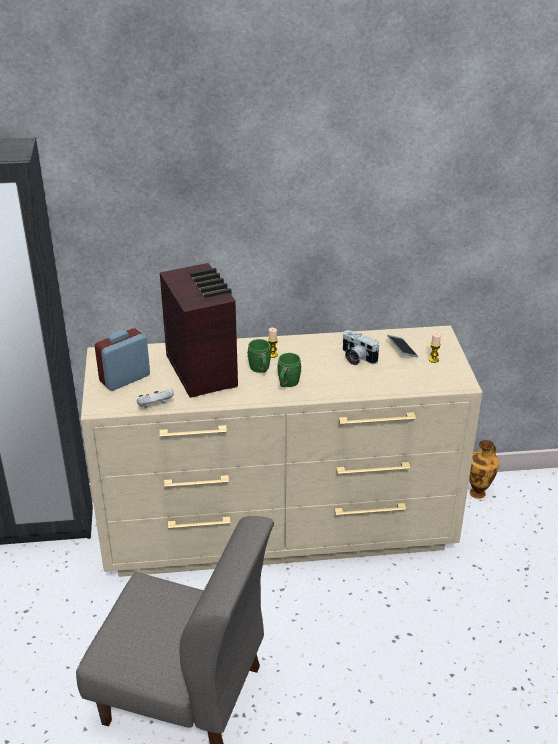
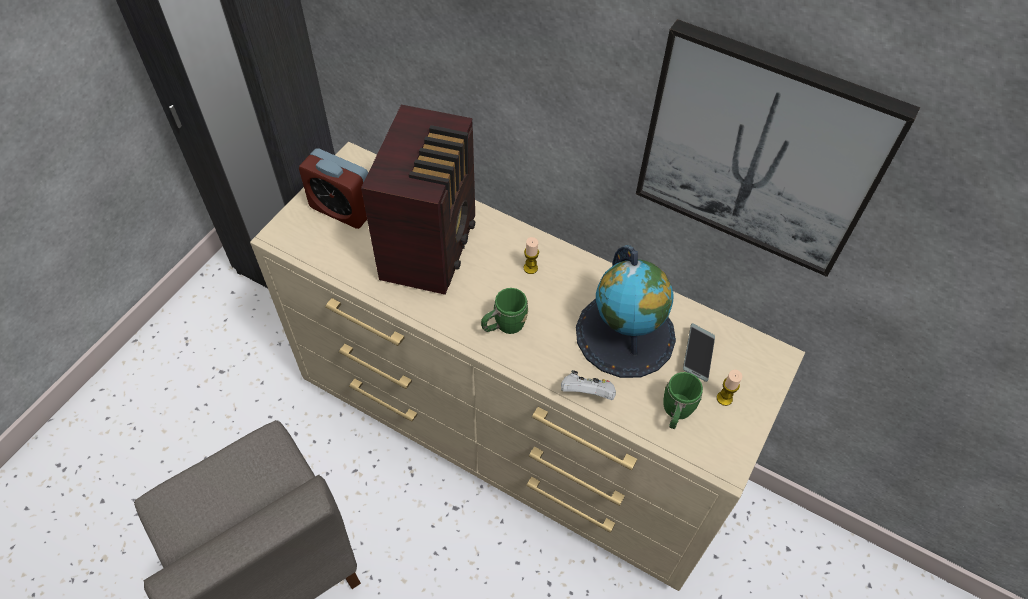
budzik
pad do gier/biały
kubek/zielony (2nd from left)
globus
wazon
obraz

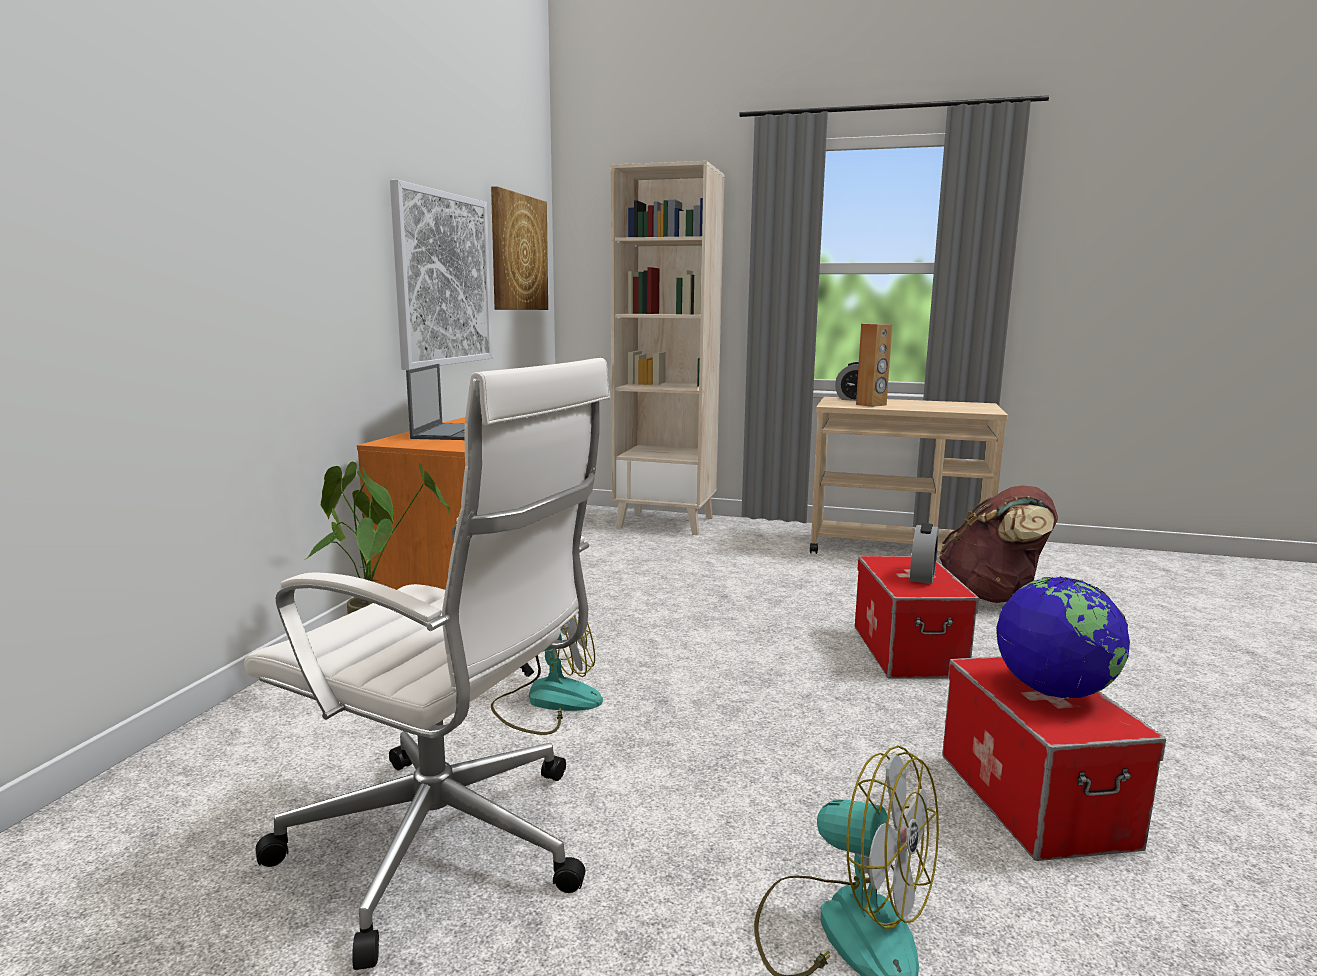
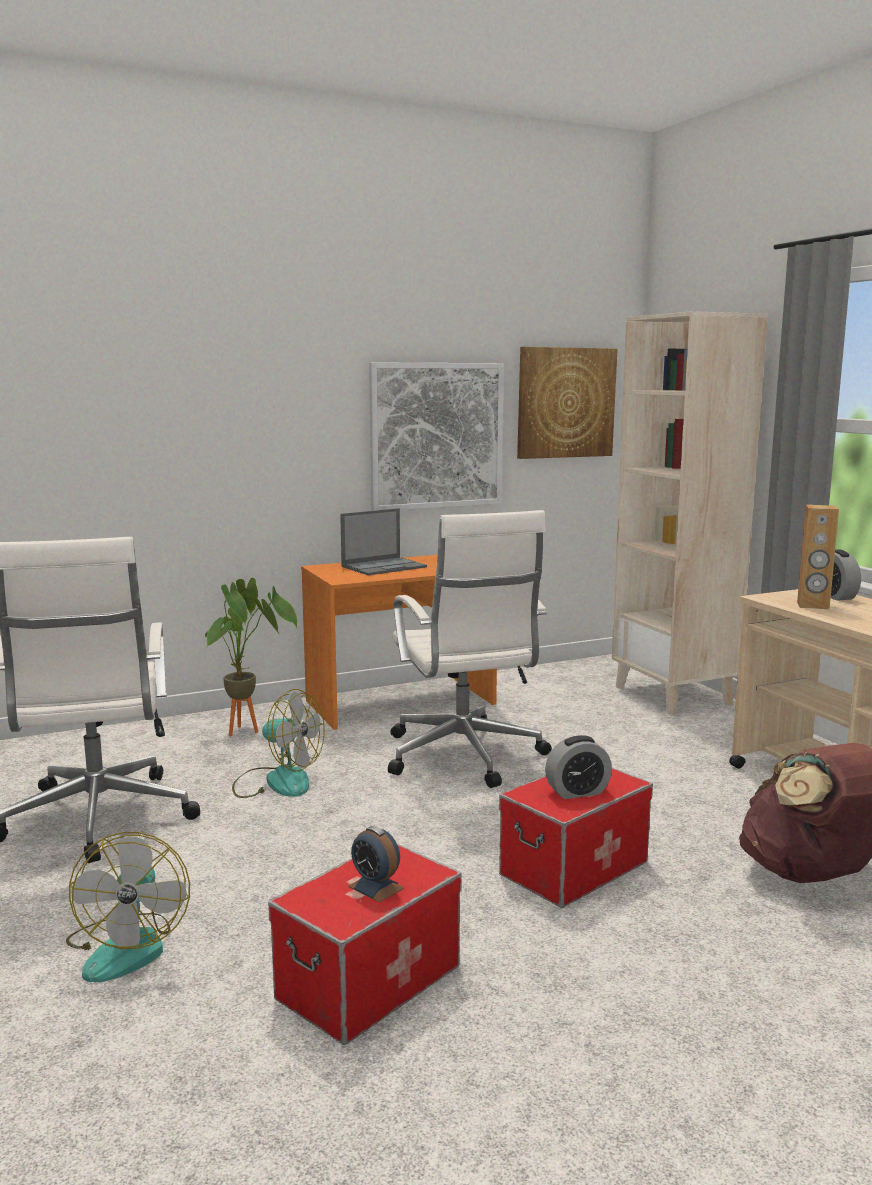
budzik (1st from left)
krzesło biurowe/biały (2nd from left)

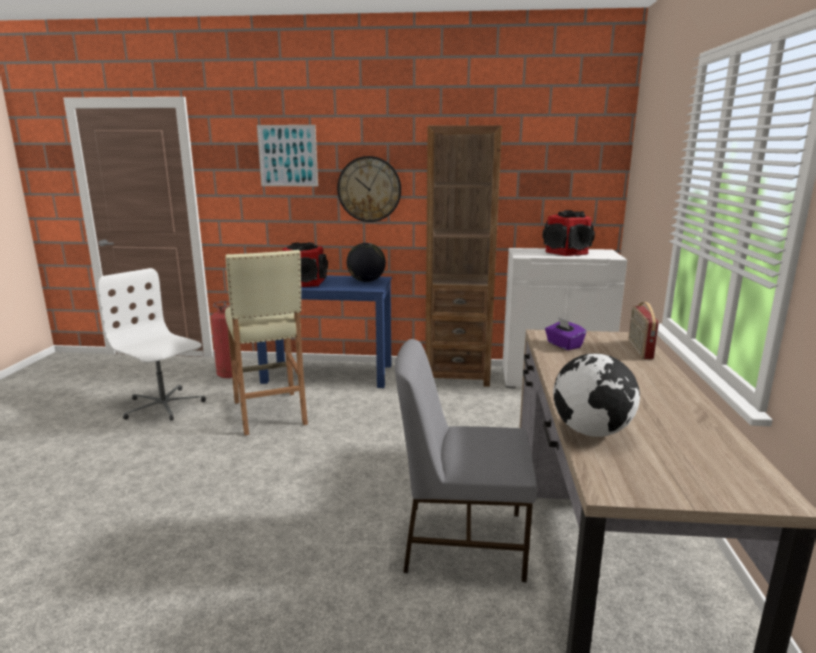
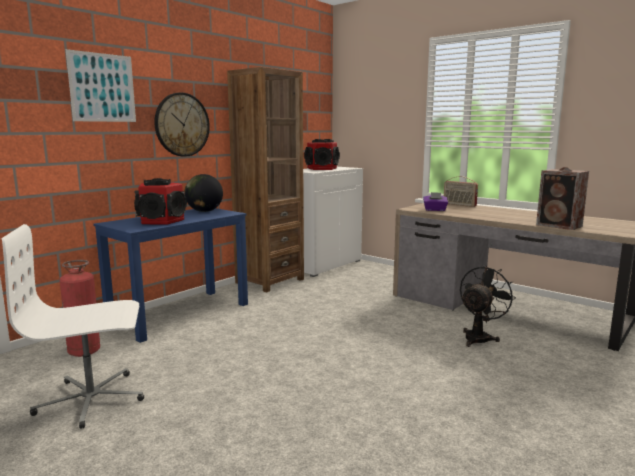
stołek/beżowy
wentylator/czarny
głośnik (3rd from left)

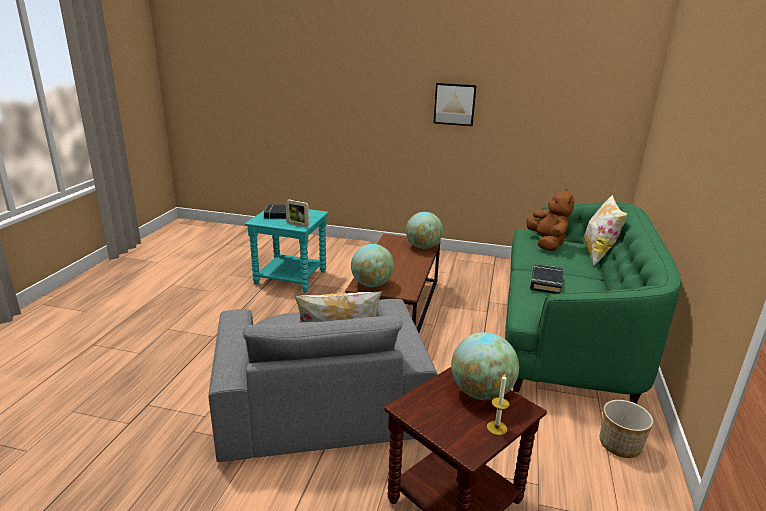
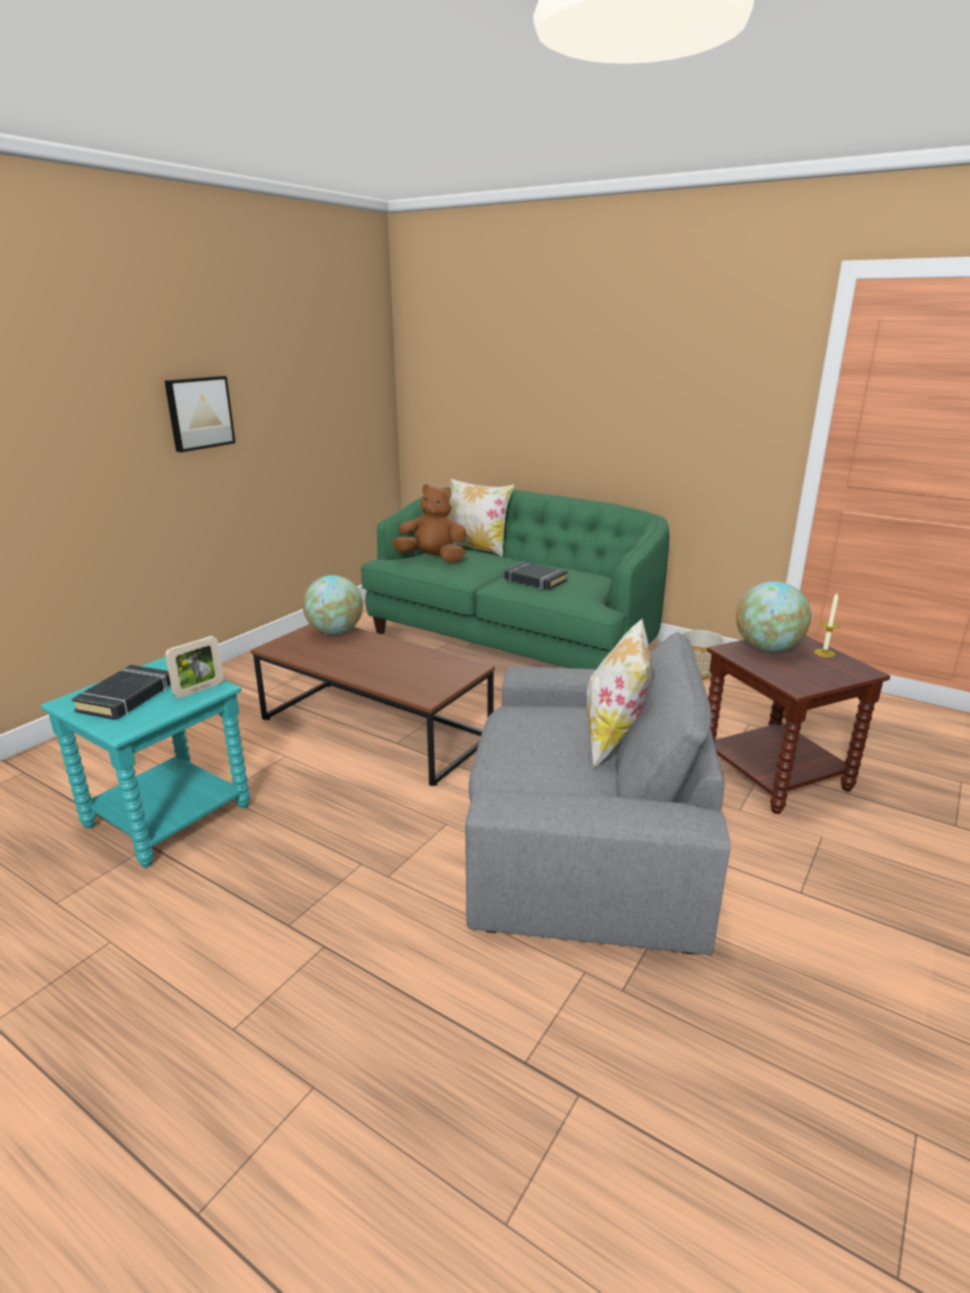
globus (1st from left in the first image)

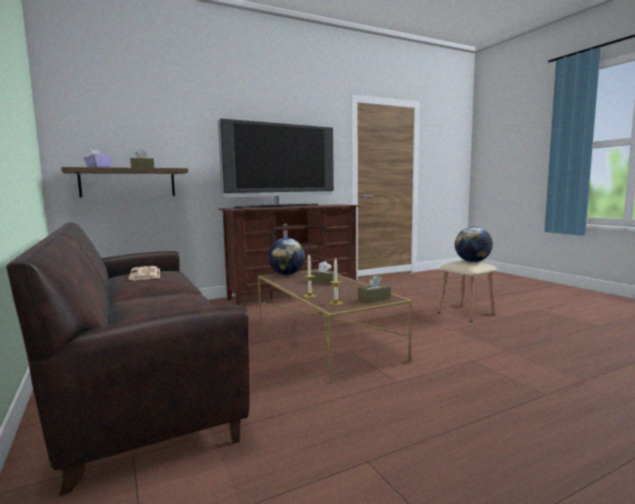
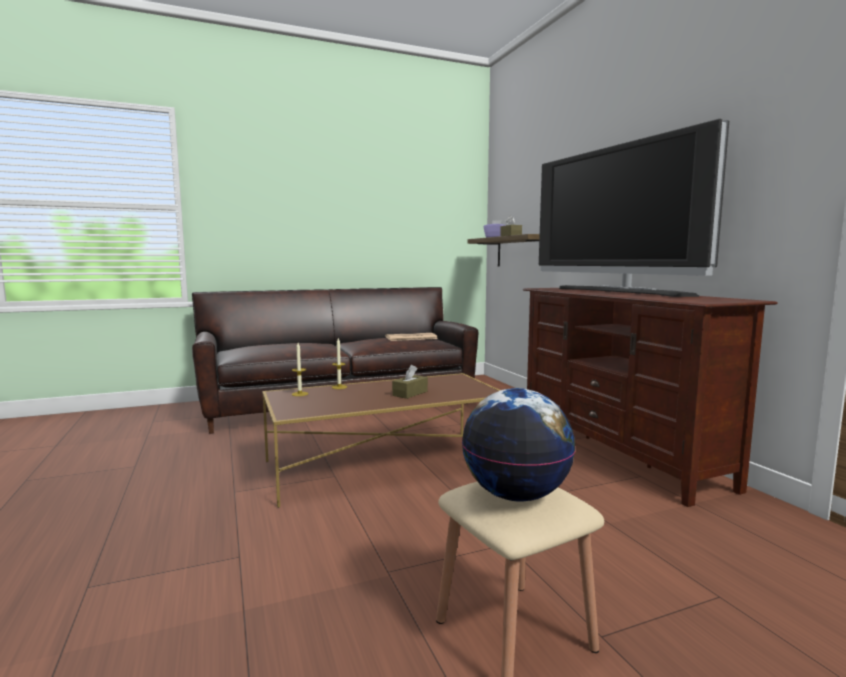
globus (1st from left in the first image)
pudełko chusteczek/brązowy (3rd from left in the first image)

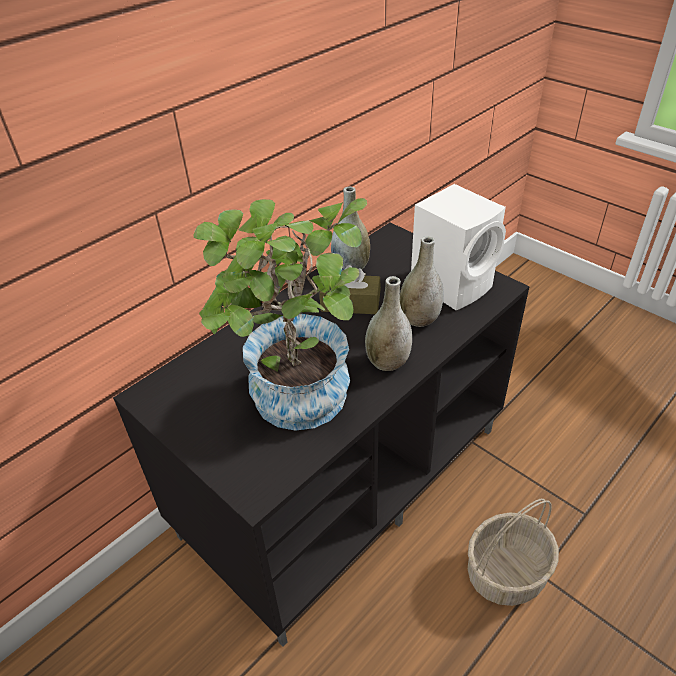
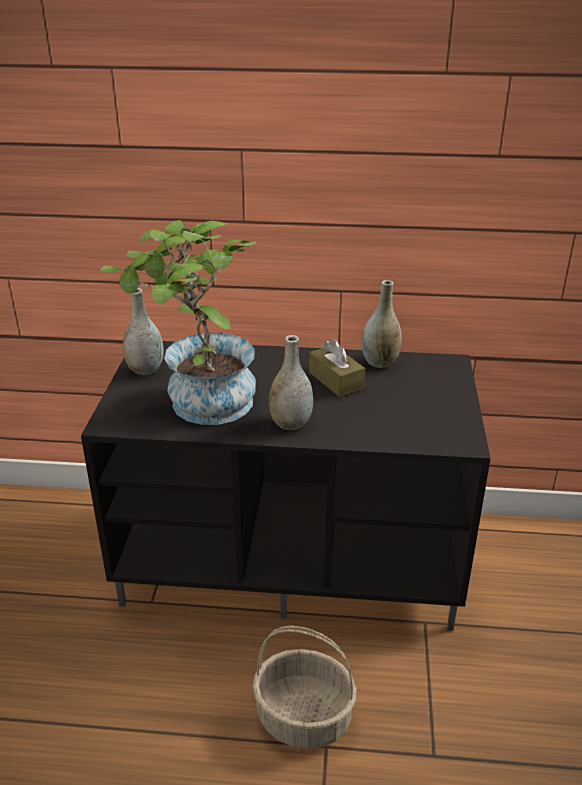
wazon/szary (1st from left)
głośnik/biały

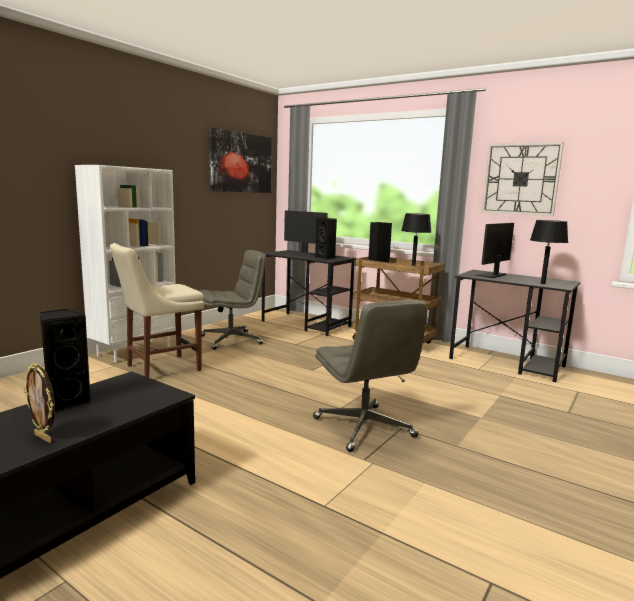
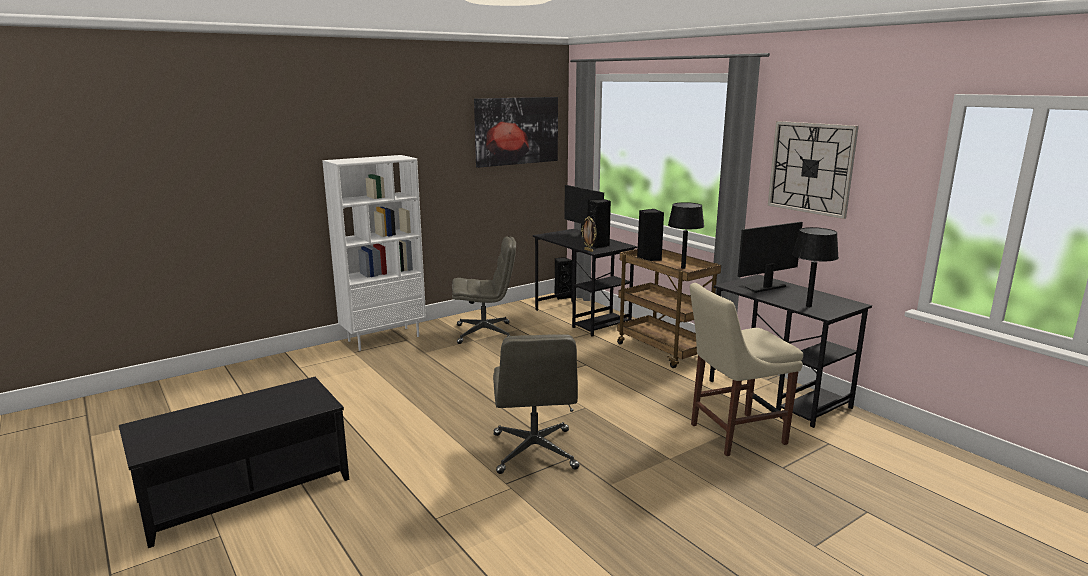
ramka na zdjęcie
głośnik/czarny (1st from left)
krzesło/beżowy

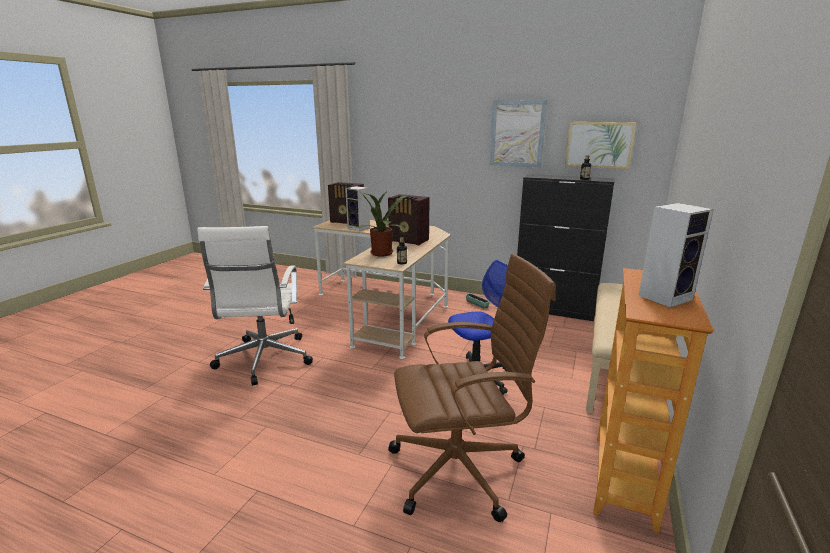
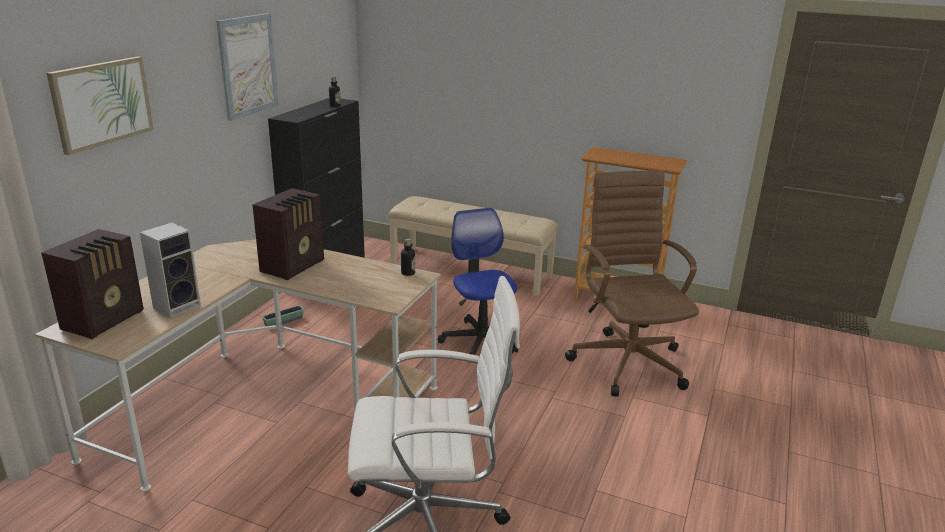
roślina doniczkowa
obraz (1st from left)
głośnik (2nd from left in the first image)

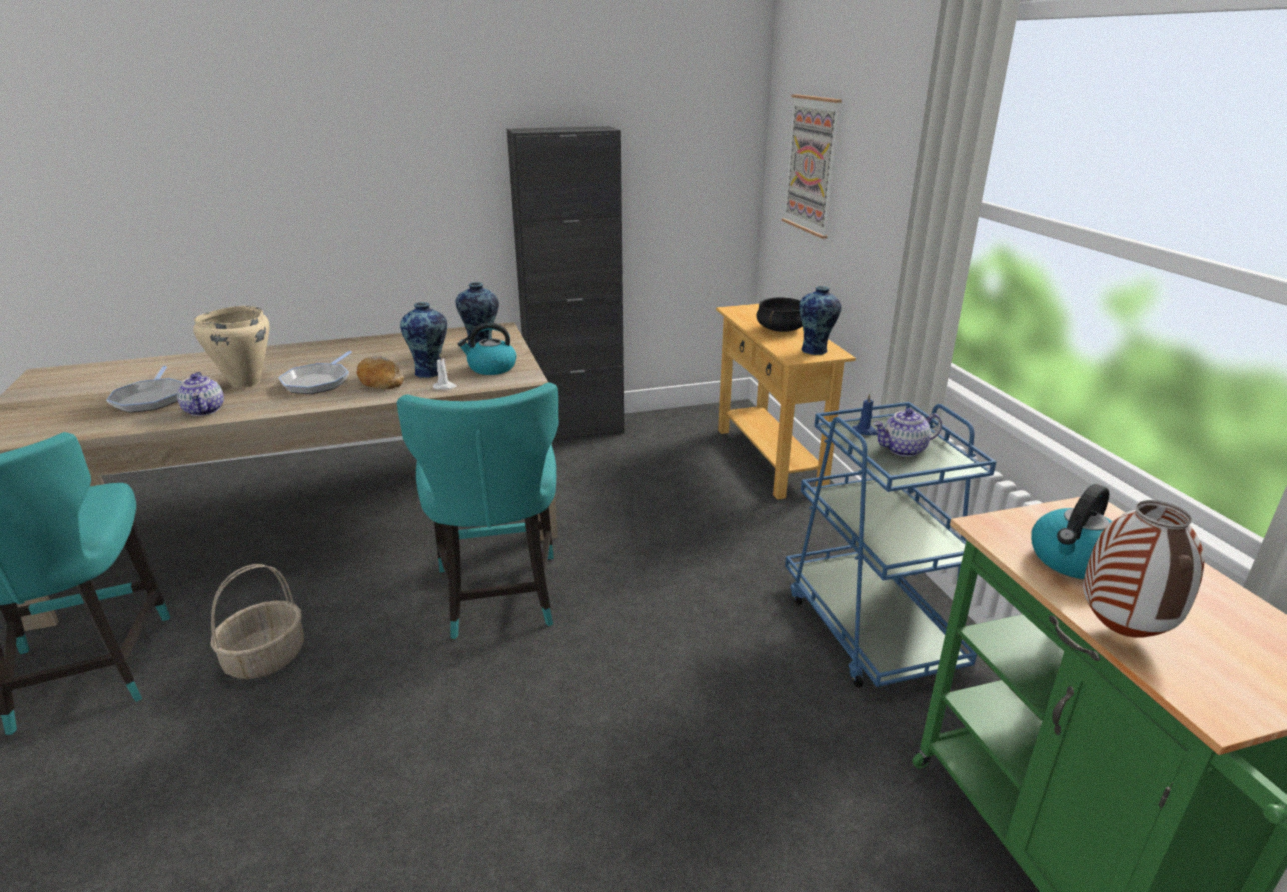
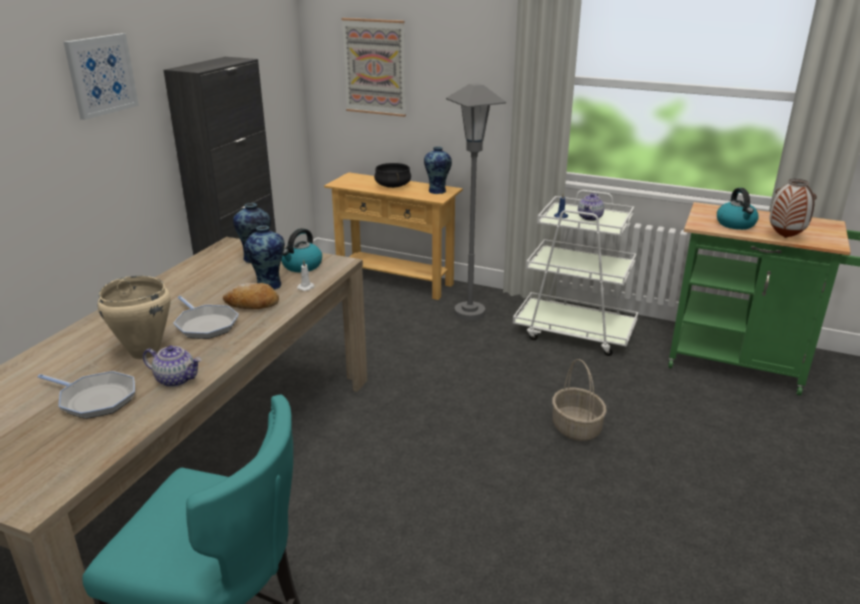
koszyk
krzesło/turkusowy (2nd from left in the first image)
wózek/biały
obraz (1st from left)
lampa stojąca/szary

